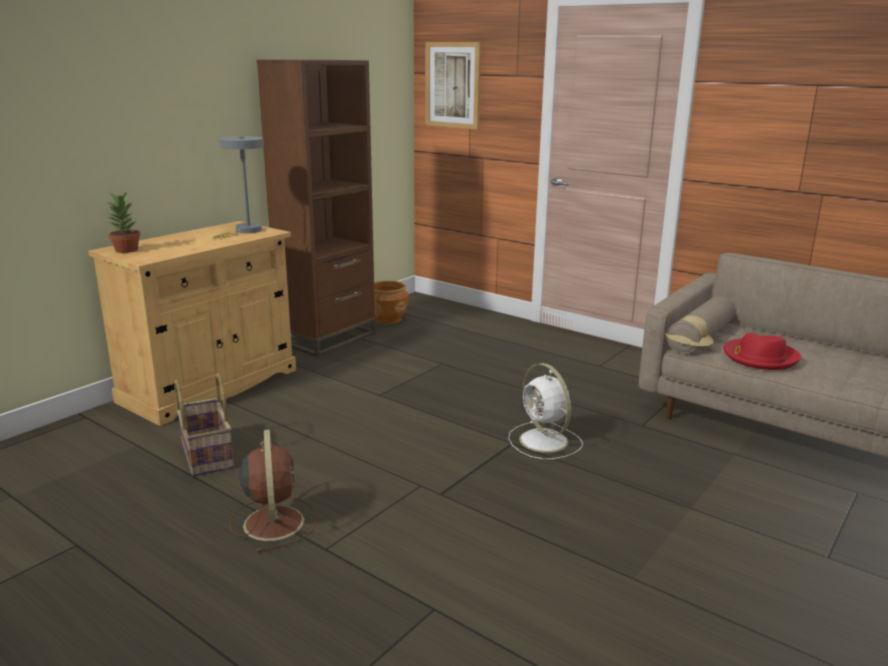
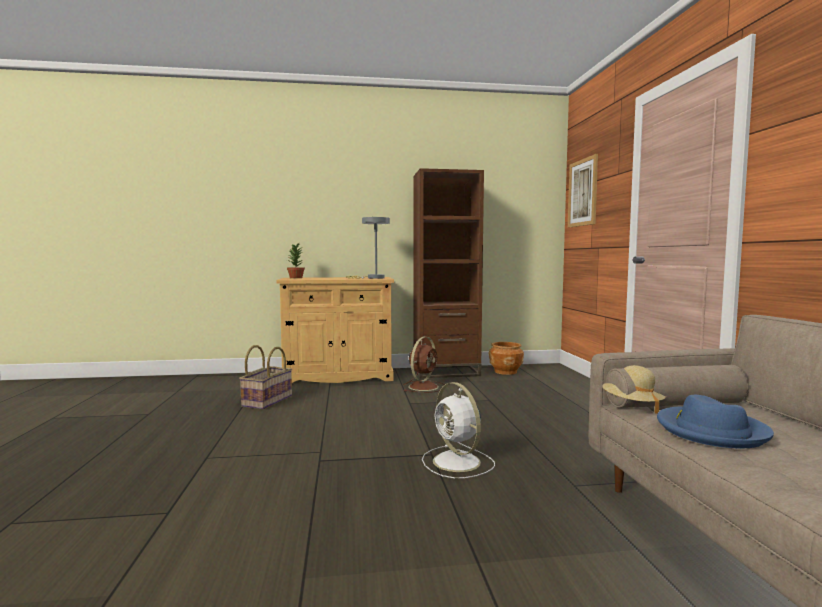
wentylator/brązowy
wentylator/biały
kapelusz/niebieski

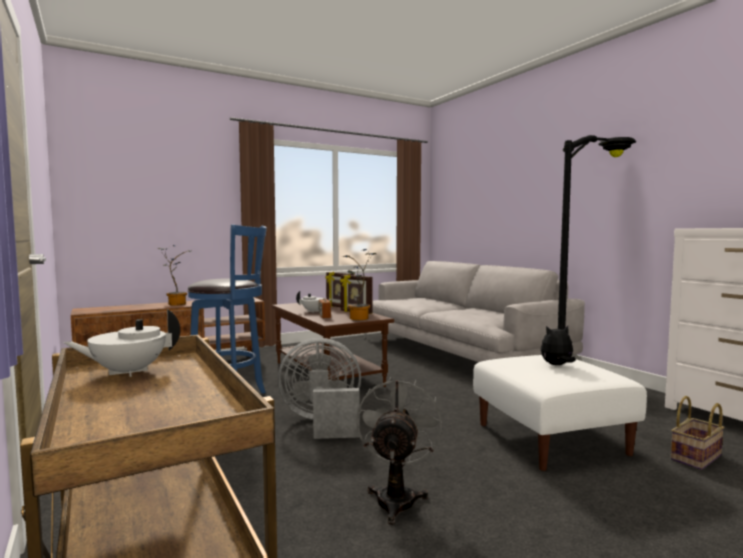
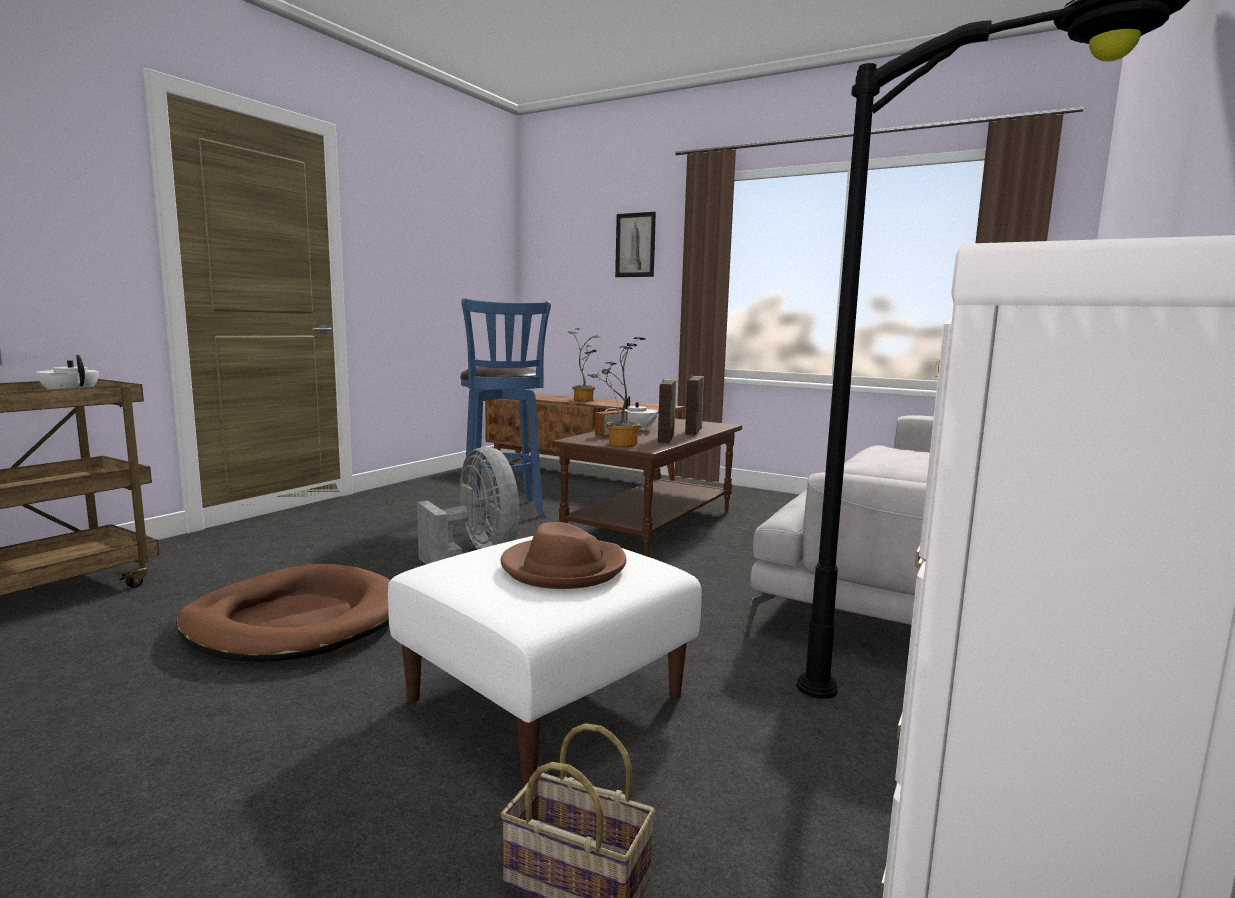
legowisko/brązowy
kapelusz/brązowy
obraz

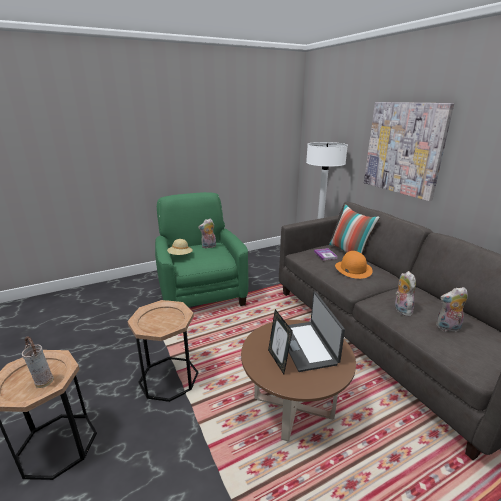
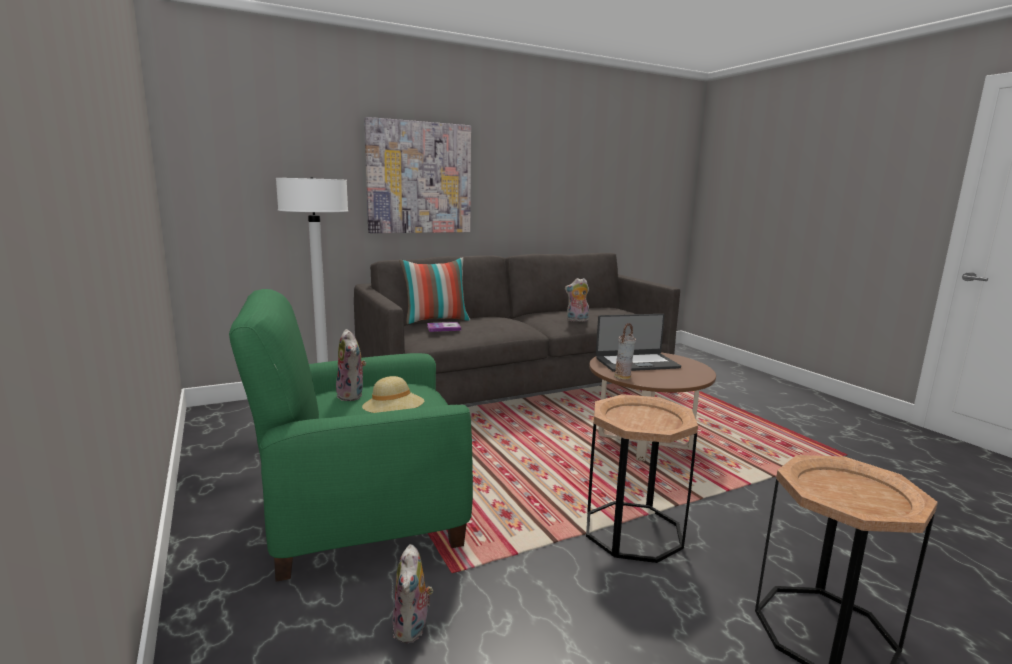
wazon
ramka na zdjęcie
kapelusz/pomarańczowy
pluszak (2nd from left)

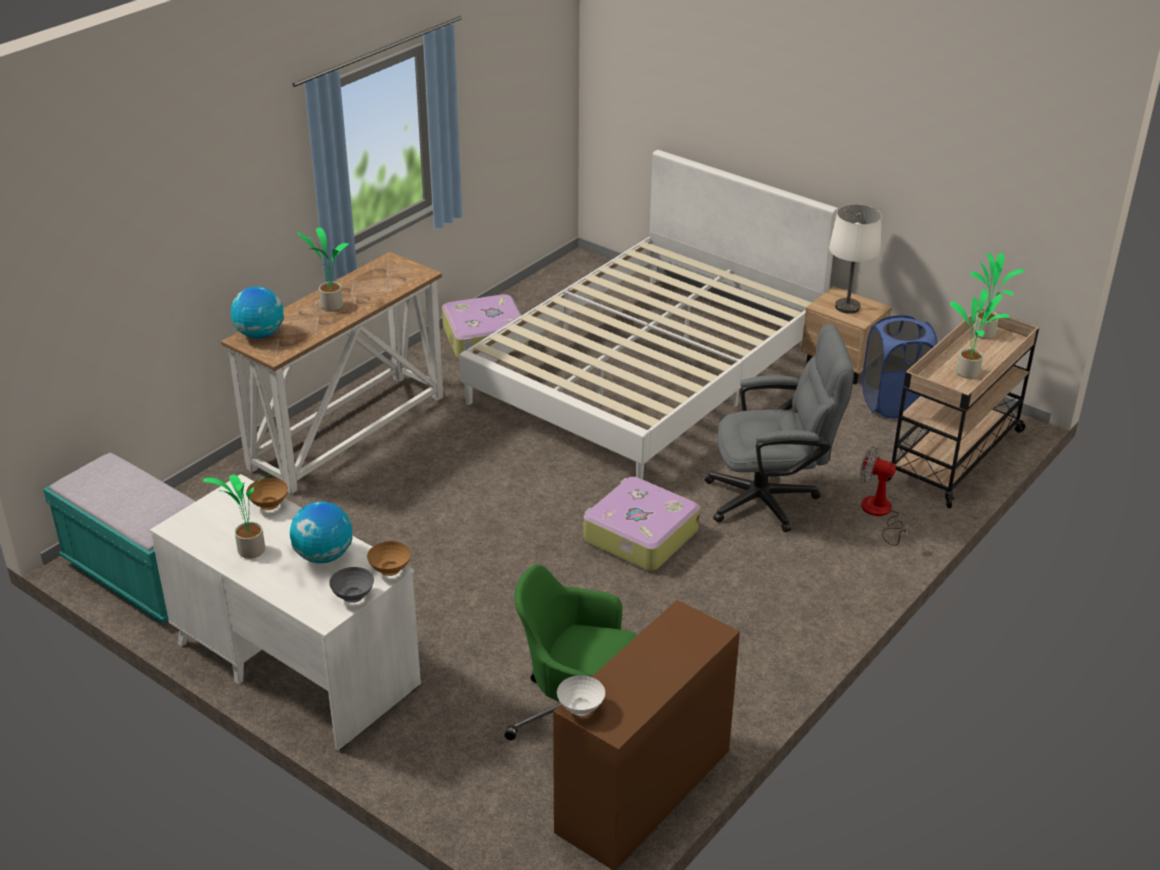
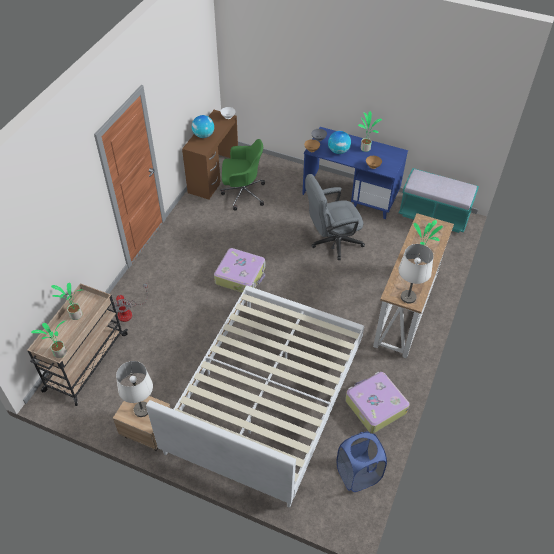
biurko/niebieski
globus (1st from left)
krzesło biurowe/szary
wentylator
kosz na pranie/niebieski
lampa stołowa/biały (2nd from left)

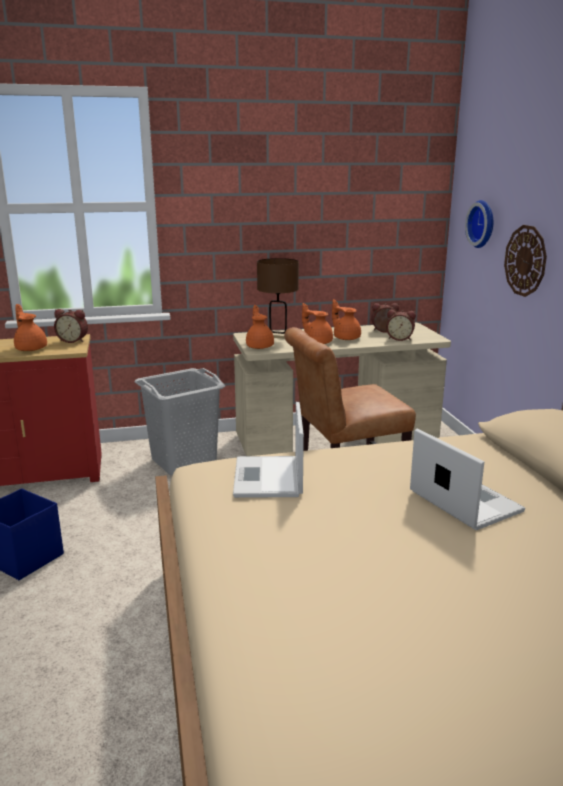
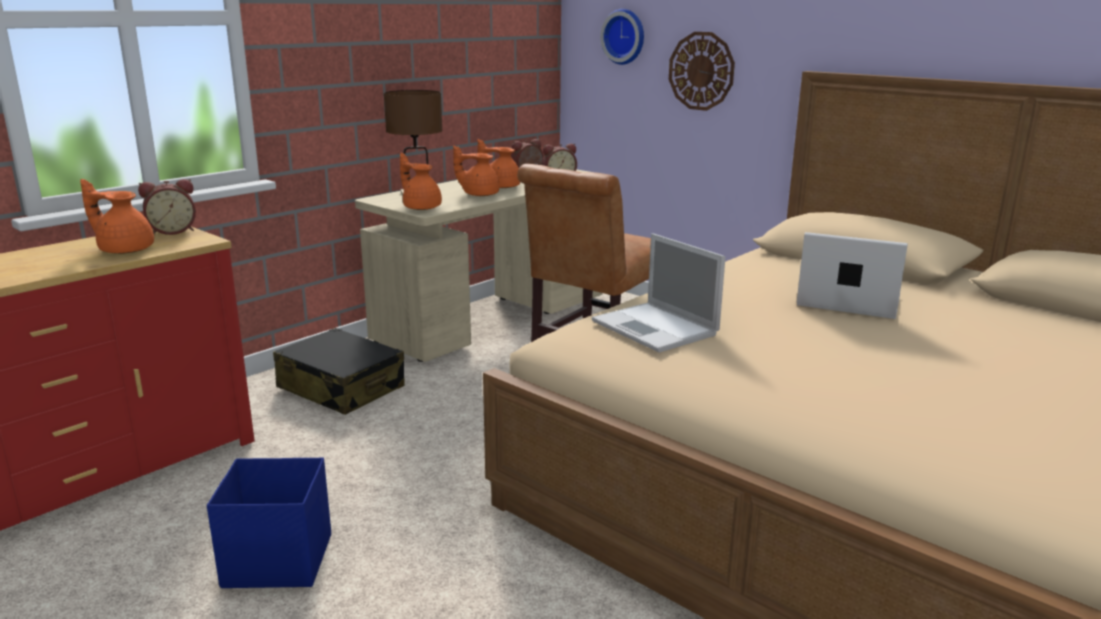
walizka/czarny

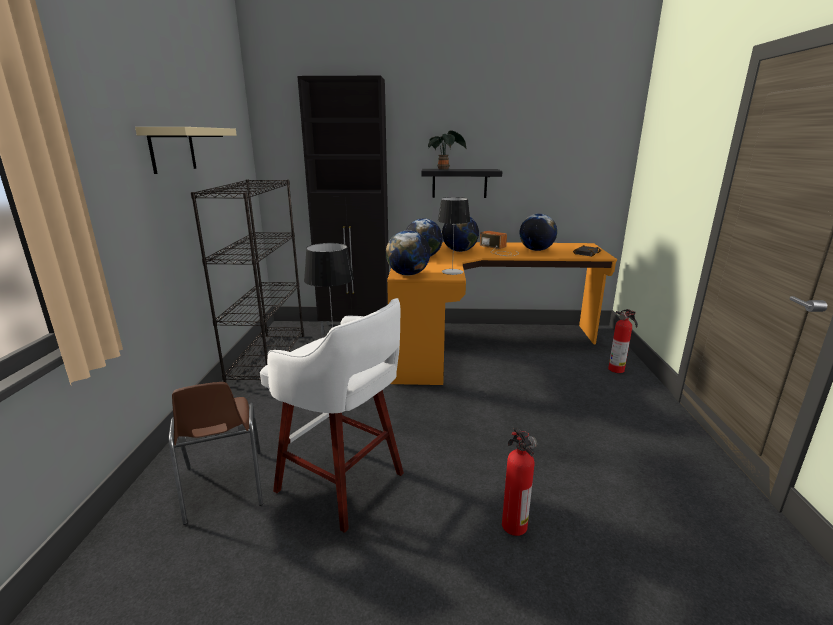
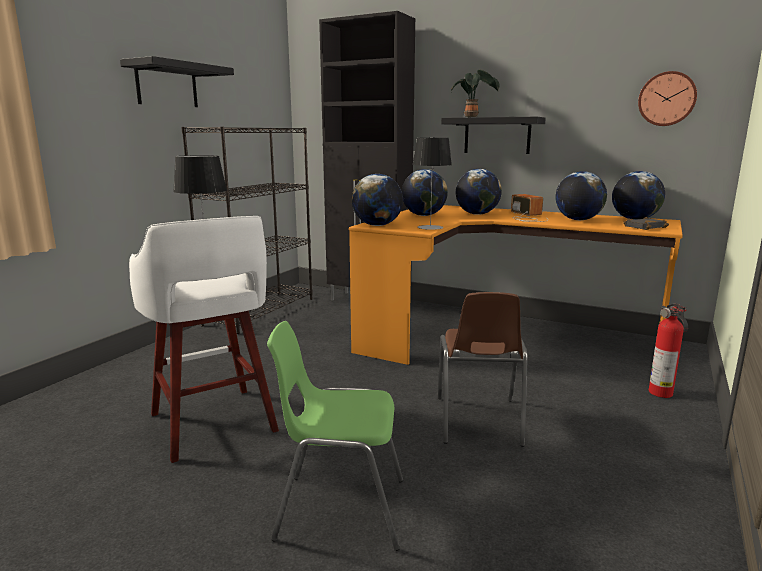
półka/czarny (1st from left)
krzesło/brązowy
krzesło/zielony
globus (5th from left)
zegar ścienny

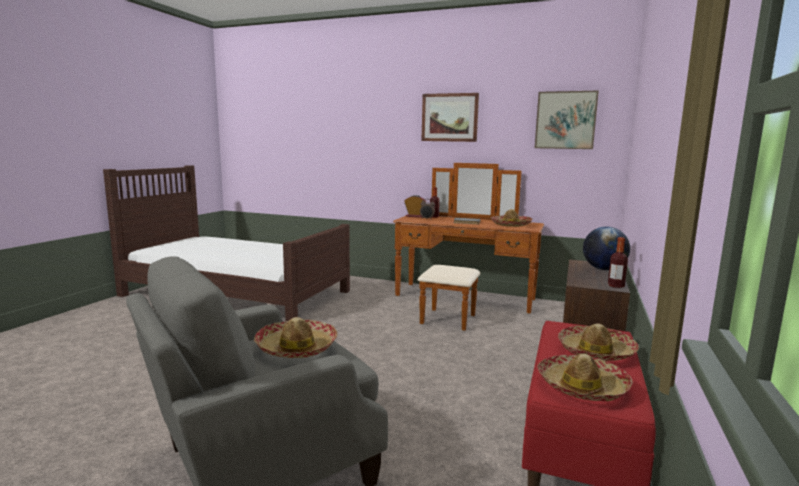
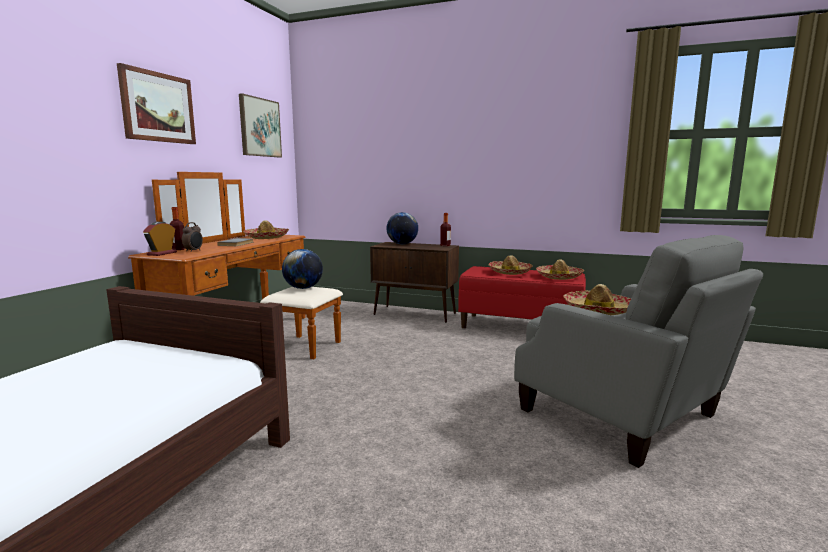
globus (1st from left)

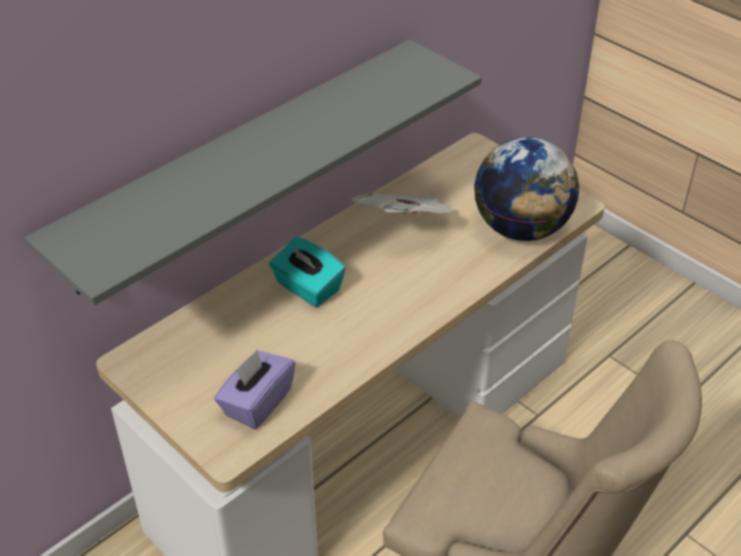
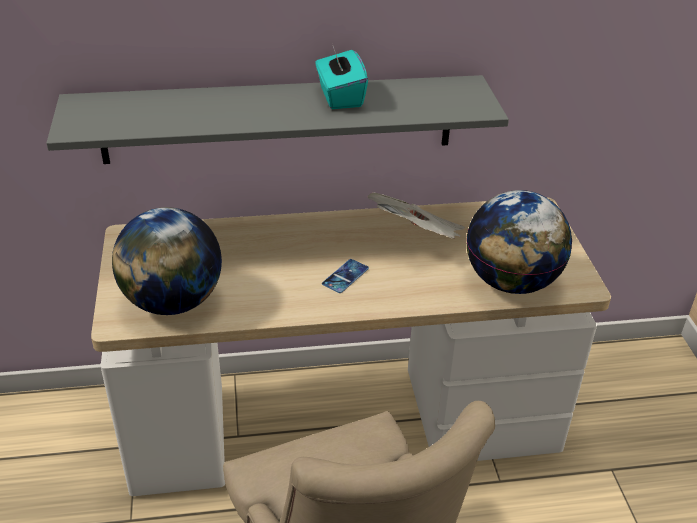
globus (1st from left)
pudełko chusteczek/turkusowy
telefon

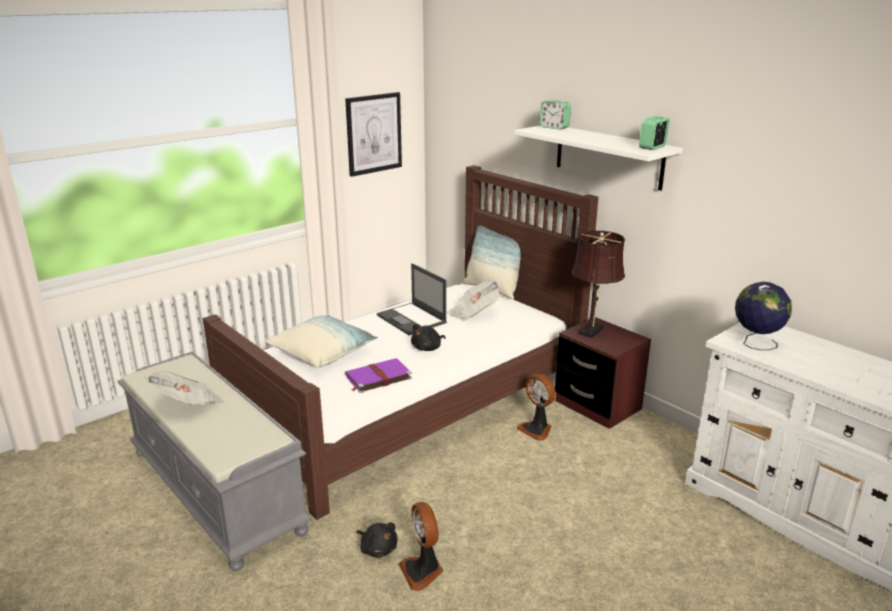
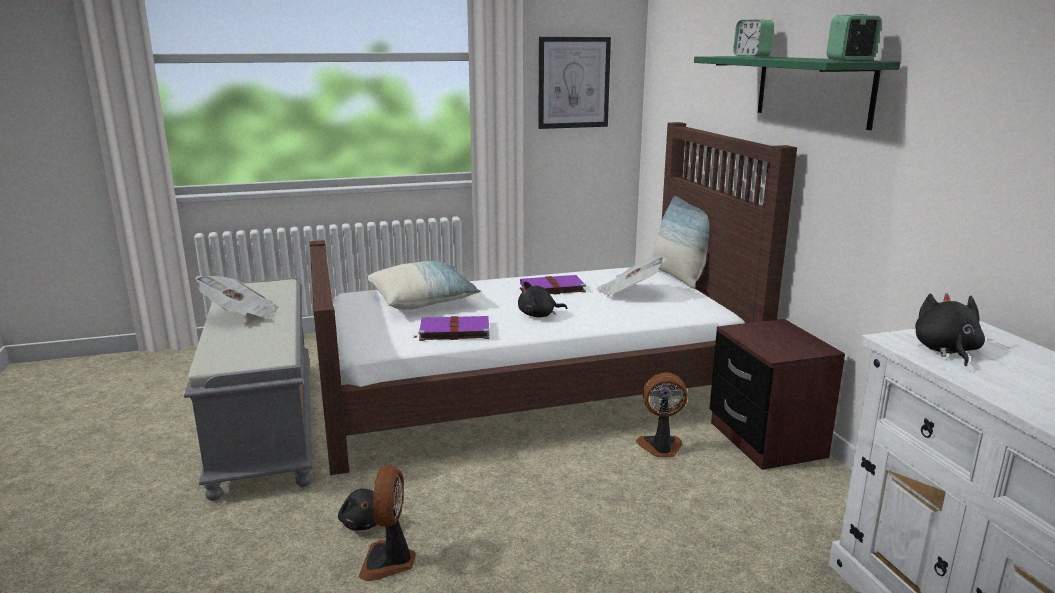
książka/fioletowy (2nd from left)
półka/zielony
wentylator (2nd from left)
lampa stołowa/brązowy
pluszak/czarny (3rd from left)

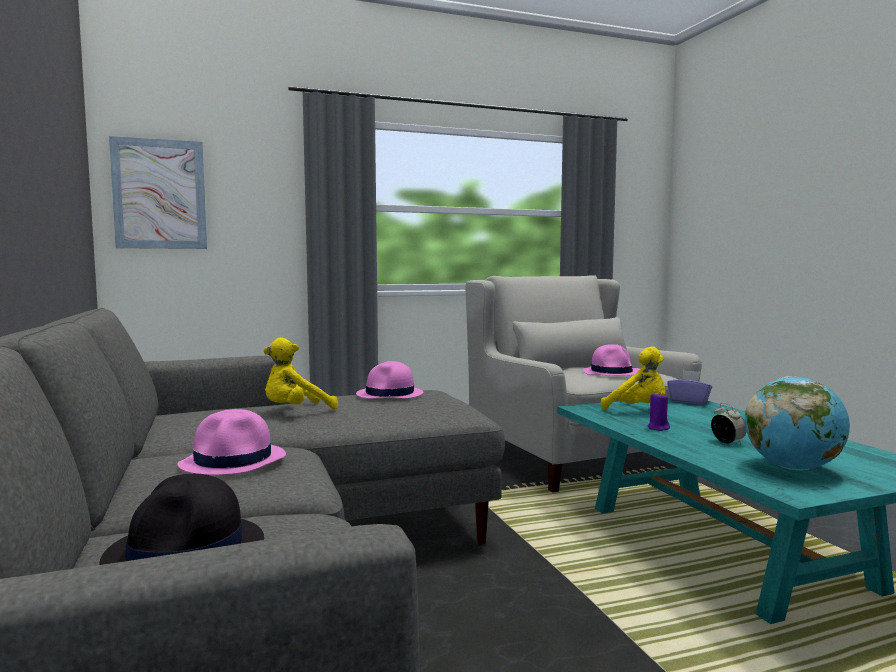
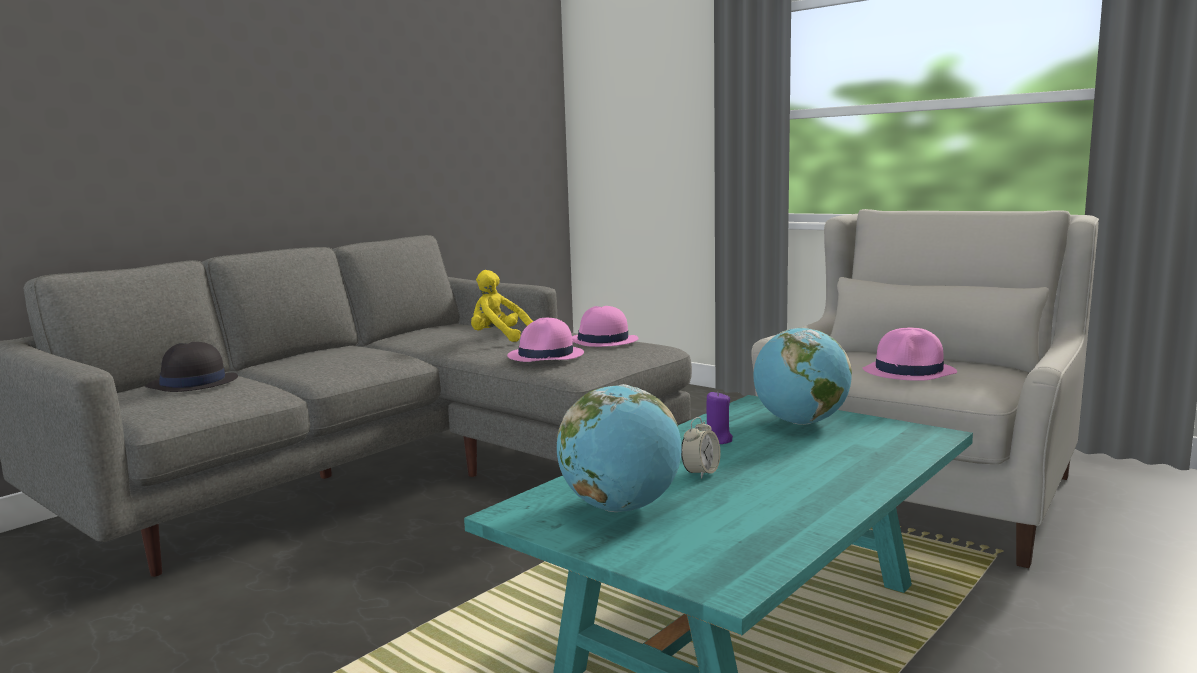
obraz
kapelusz/różowy (1st from left)
globus (2nd from left)
pudełko chusteczek/fioletowy

